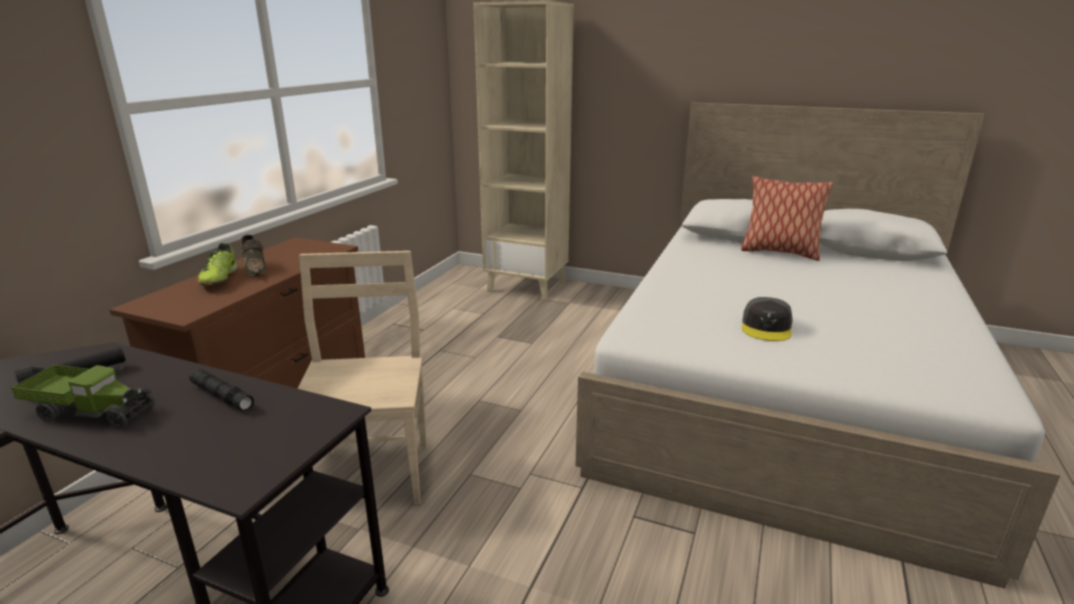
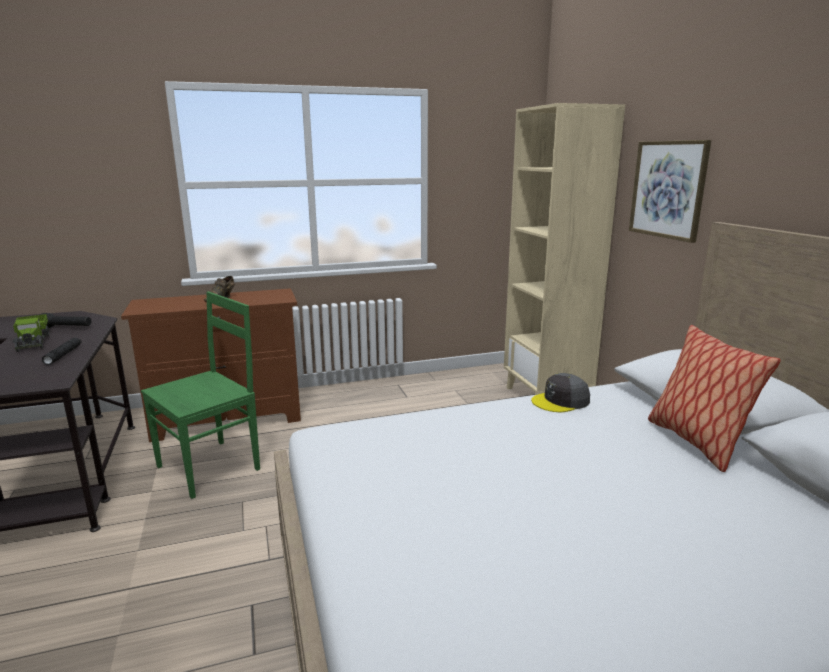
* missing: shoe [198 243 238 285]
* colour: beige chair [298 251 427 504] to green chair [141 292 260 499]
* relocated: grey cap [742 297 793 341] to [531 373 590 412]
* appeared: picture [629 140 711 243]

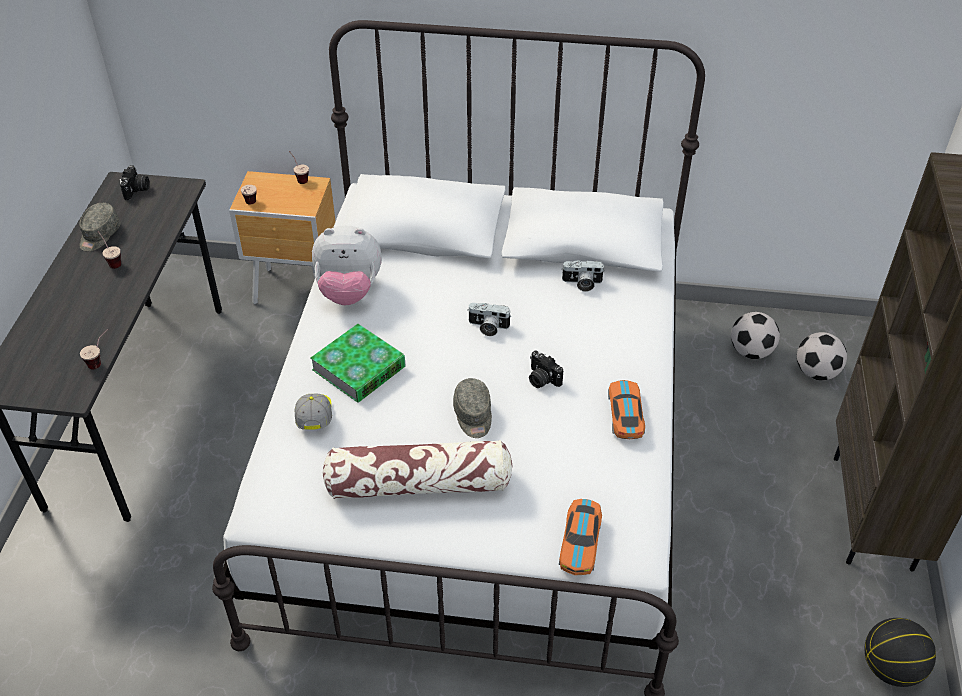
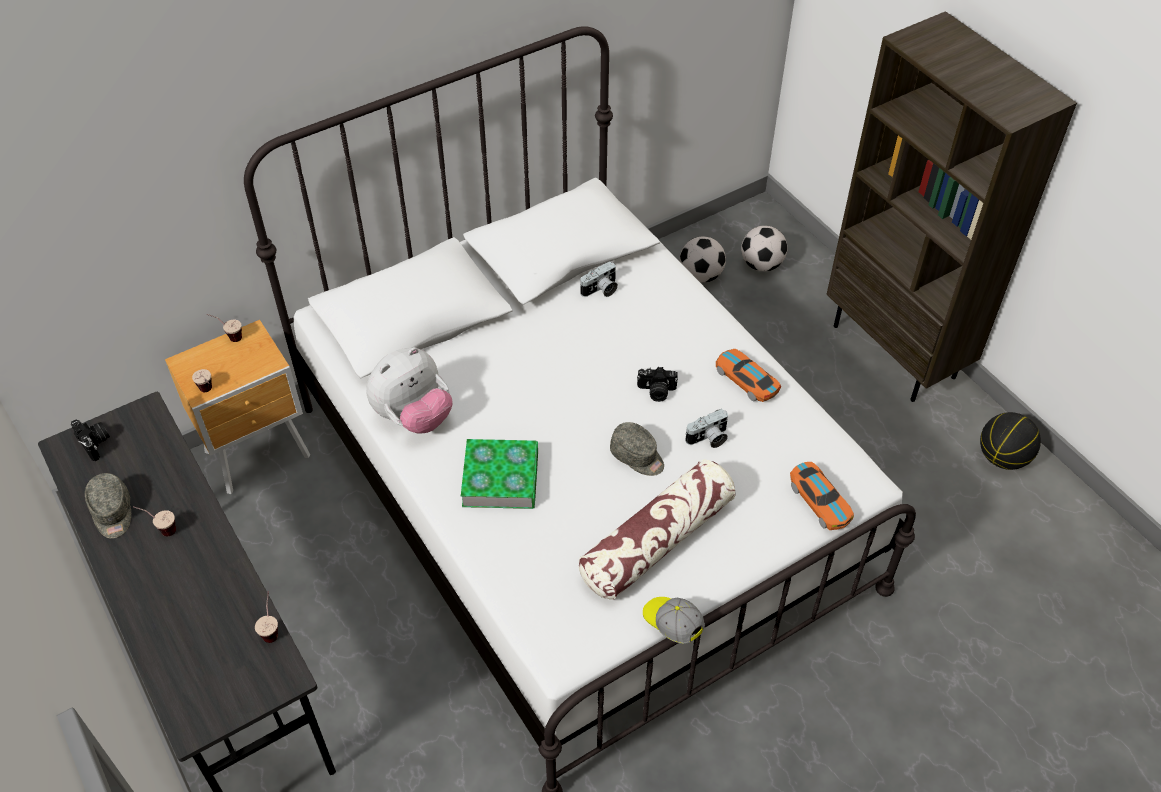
* relocated: photo camera [467 303 512 336] to [685 409 728 448]
* relocated: cap [295 393 332 430] to [643 597 705 644]

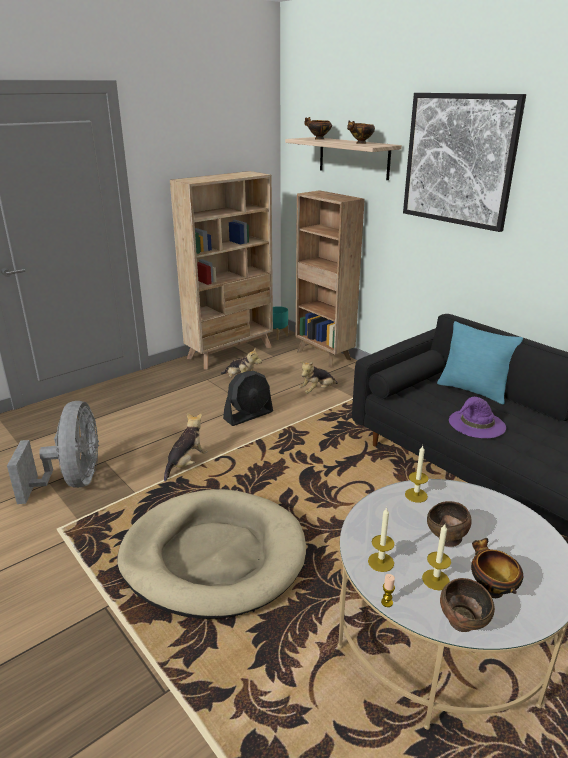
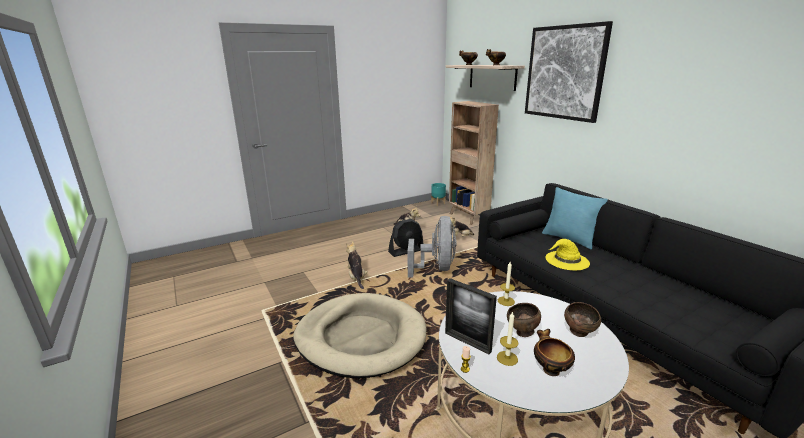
* missing: beige bookcase [170 171 273 370]
* colour: purple hat [449 397 506 438] to yellow hat [545 239 590 271]
* relocated: grey fan [7 401 99 504] to [408 216 456 278]
* spun: plush toy [164 413 208 481] = [346 241 368 289] 60 degrees counterclockwise
* exchanged: candle [368 507 394 572] to picture frame [445 278 497 354]
* relocated: brown bowl [440 578 495 632] to [564 302 601 337]

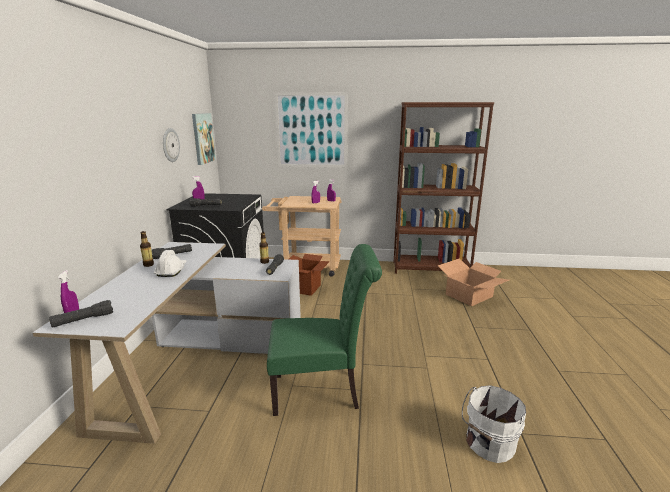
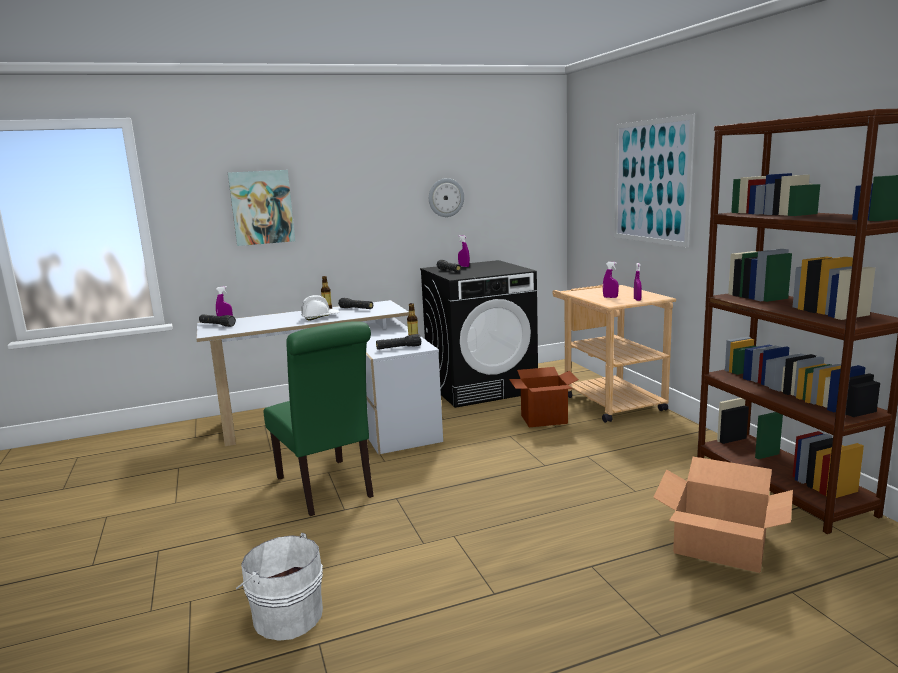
* relocated: picture [192 113 216 165] to [228 170 295 246]

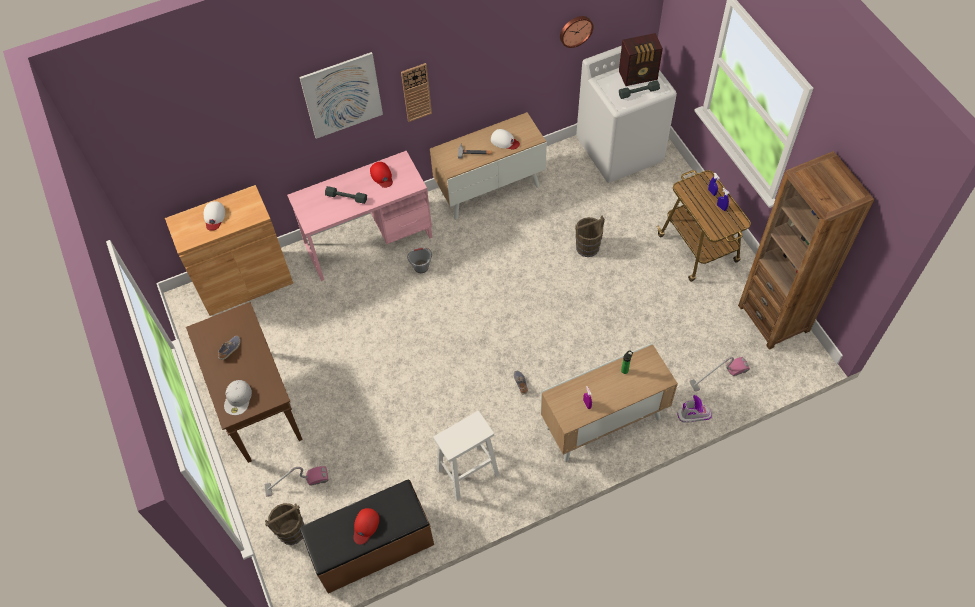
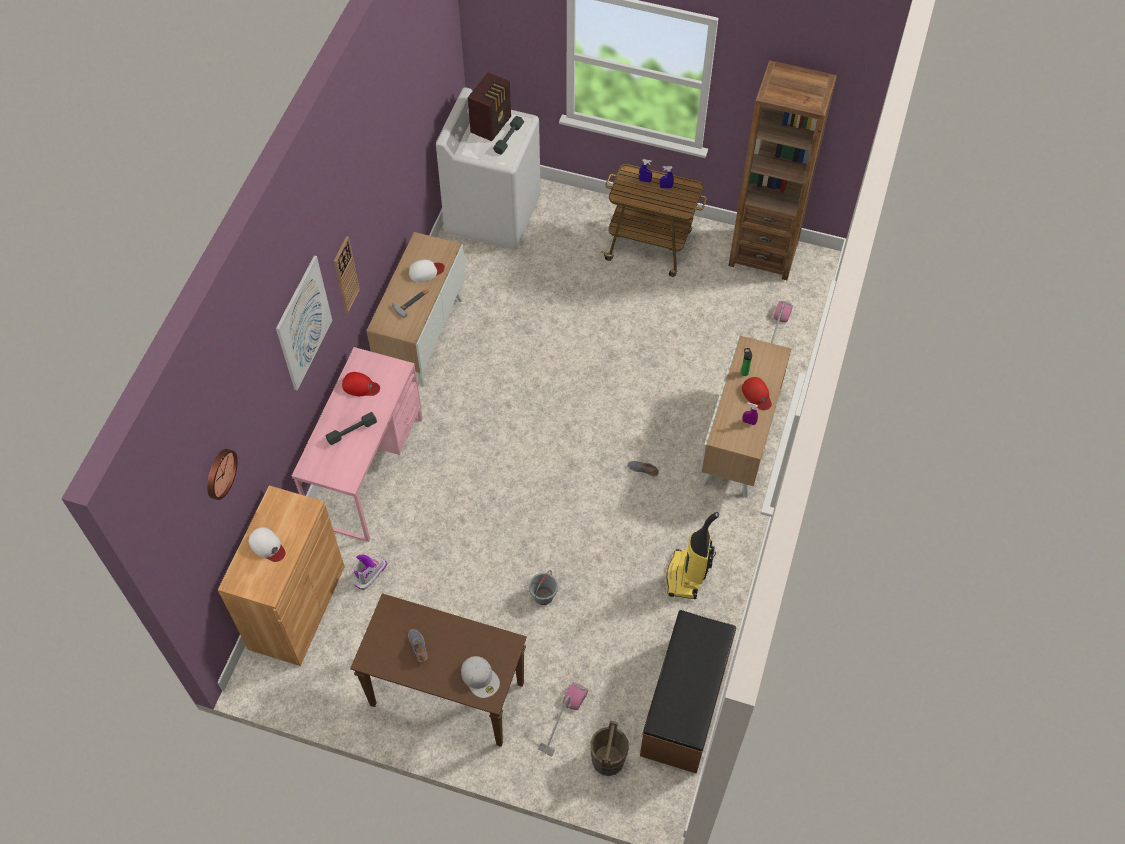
* relocated: wall clock [560 16 594 48] to [207 449 238 500]
* missing: brown bucket [575 216 605 257]
* relocated: grey bucket [407 247 432 273] to [529 570 558 605]
* relocated: boot [677 395 712 423] to [353 555 387 590]
* exchanged: white stool [433 411 499 500] to vacuum cleaner [667 512 719 599]
* relocated: red cap [353 508 379 544] to [742 377 772 410]

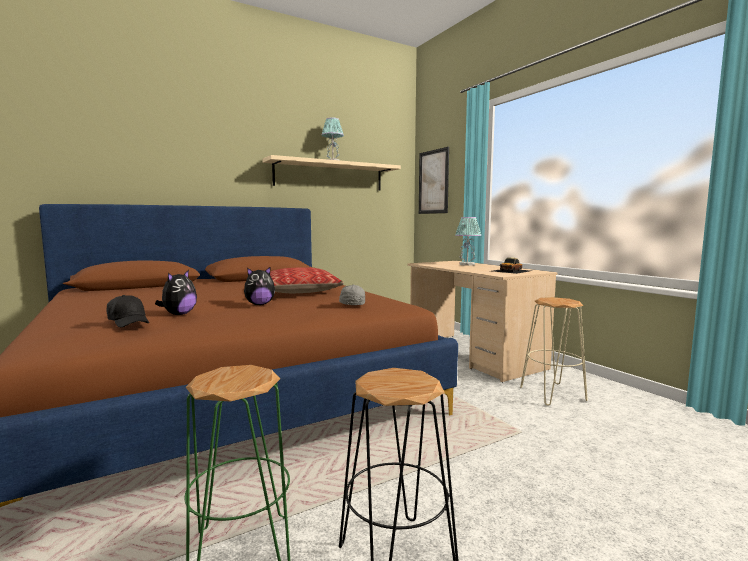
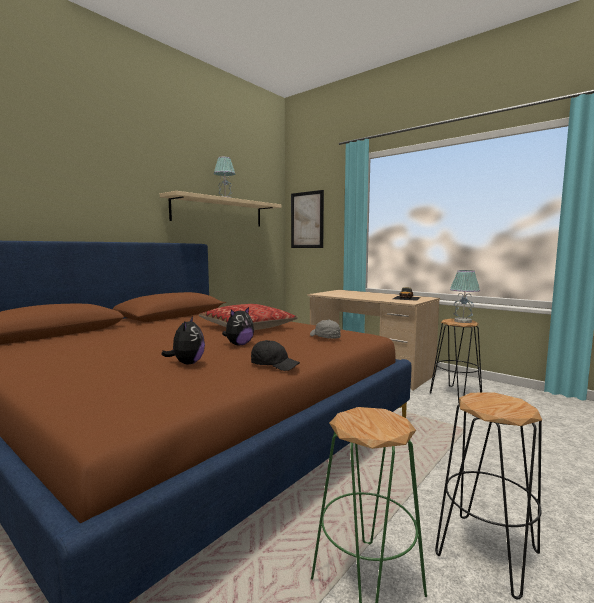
* relocated: table lamp [455 217 481 266] to [450 270 480 323]
* relocated: black cap [106 295 149 327] to [251 340 300 371]
* colour: beige stool [520 297 588 406] to black stool [430 319 482 404]

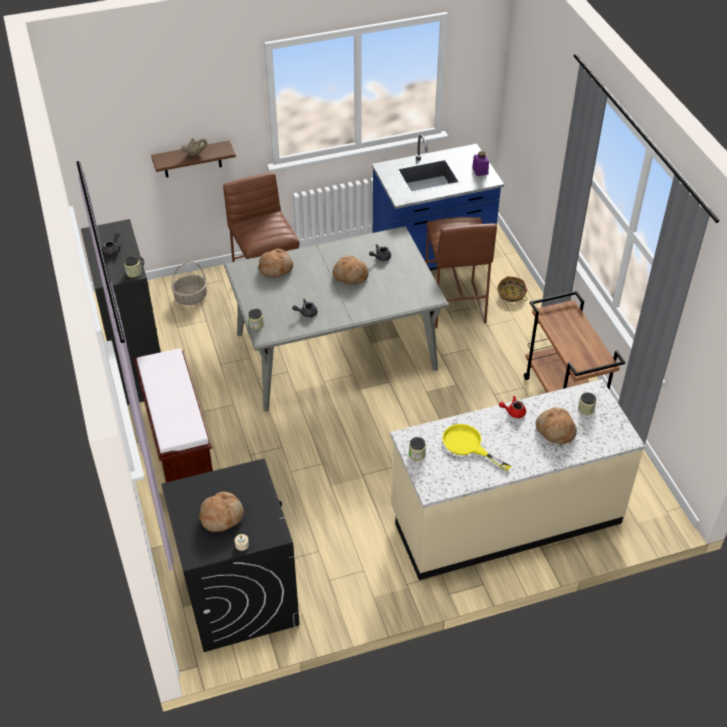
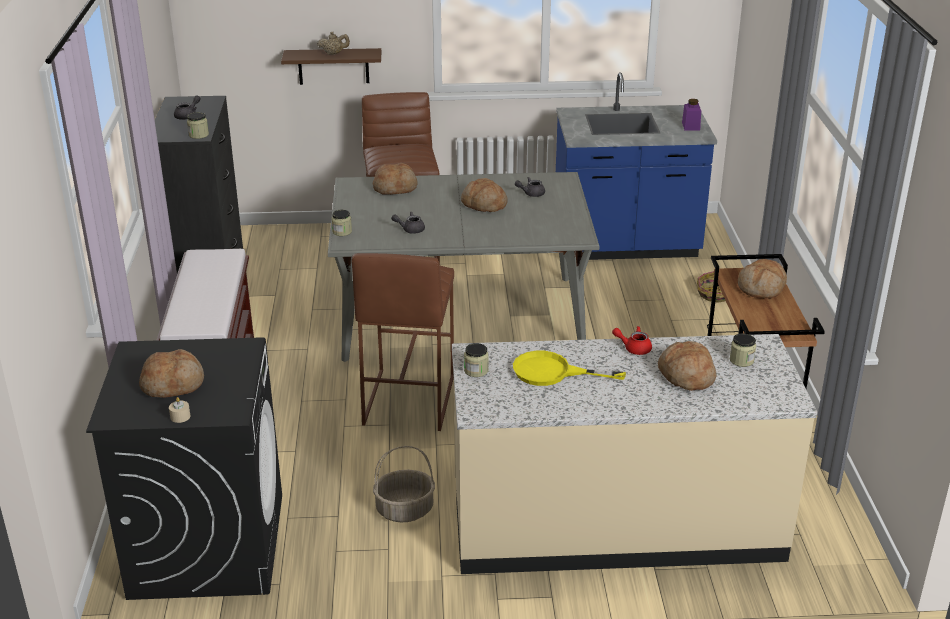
* relocated: brown stool [426 217 497 328] to [352 253 454 431]
* relocated: basket [171 262 207 305] to [373 446 435 523]
* spun: yellow frying pan [442 424 511 471] = [513 351 626 386] 45 degrees counterclockwise
* appeared: bread [738 259 787 299]

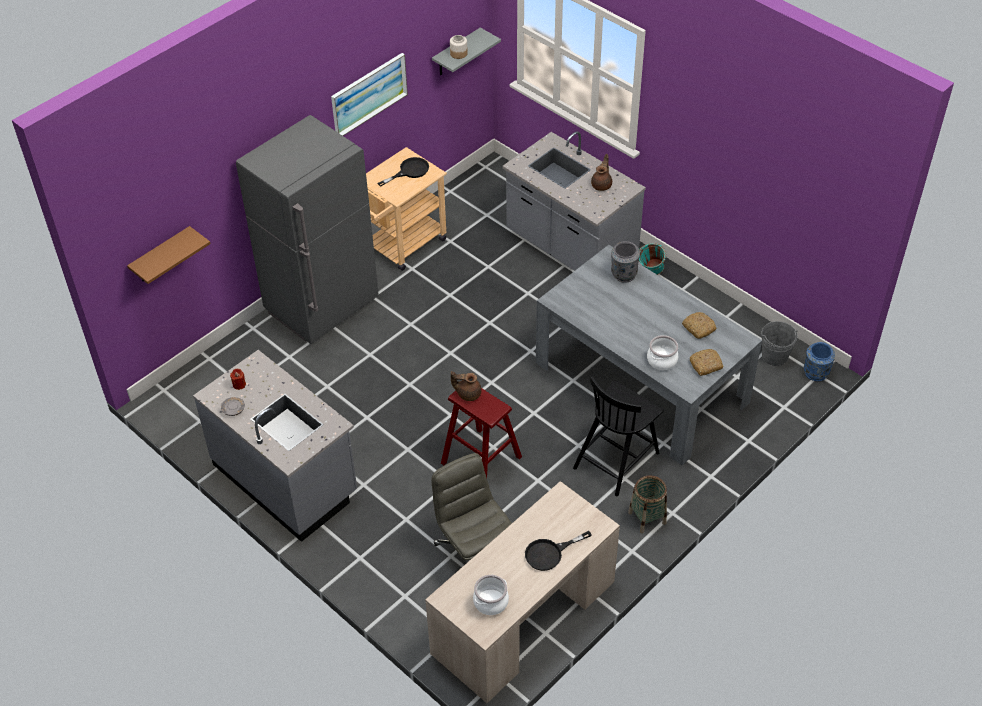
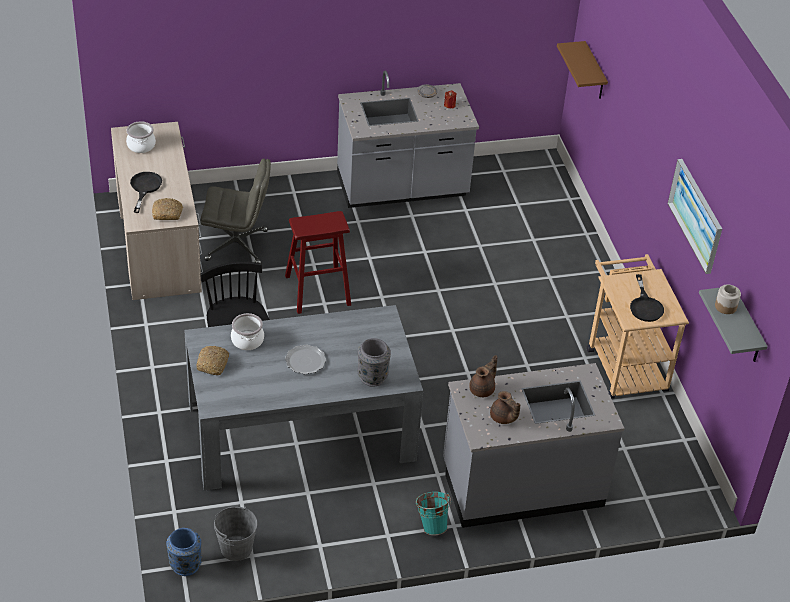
* missing: grey fridge [236 115 379 344]
* relocated: bread [682 312 717 339] to [152 198 183 220]
* relocated: brown teapot [451 371 482 401] to [469 355 497 397]
* missing: basket [628 476 667 533]
* appeared: plate [285 345 326 374]

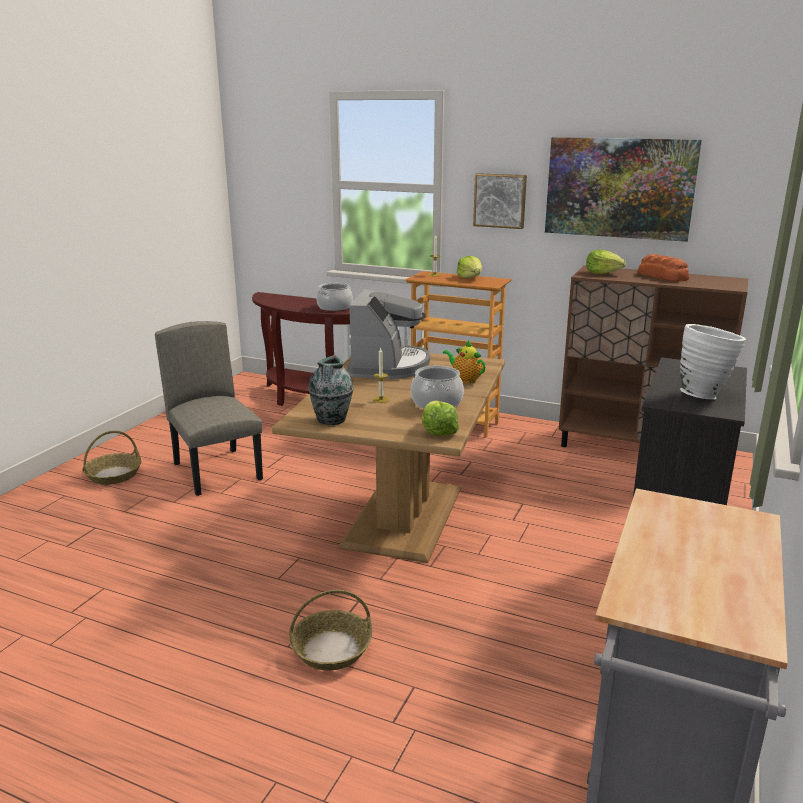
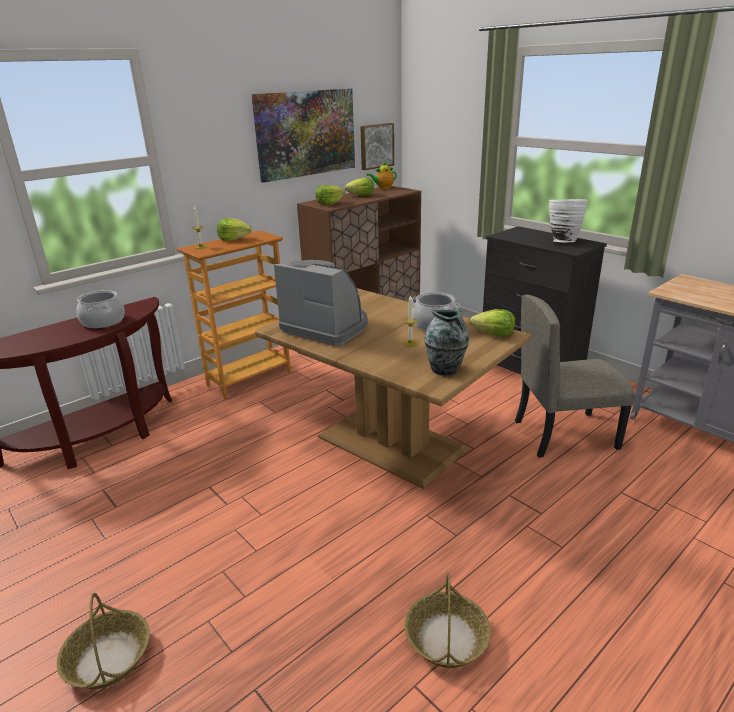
* relocated: picture [473 173 527 229] to [360 123 394 170]
* exchanged: bread [638 254 689 282] to lettuce [344 178 374 196]
* relocated: beige chair [155 321 263 496] to [515 295 636 458]
* relocated: teapot [443 340 486 383] to [367 161 397 189]
* relocated: basket [289 590 372 670] to [405 572 491 668]

